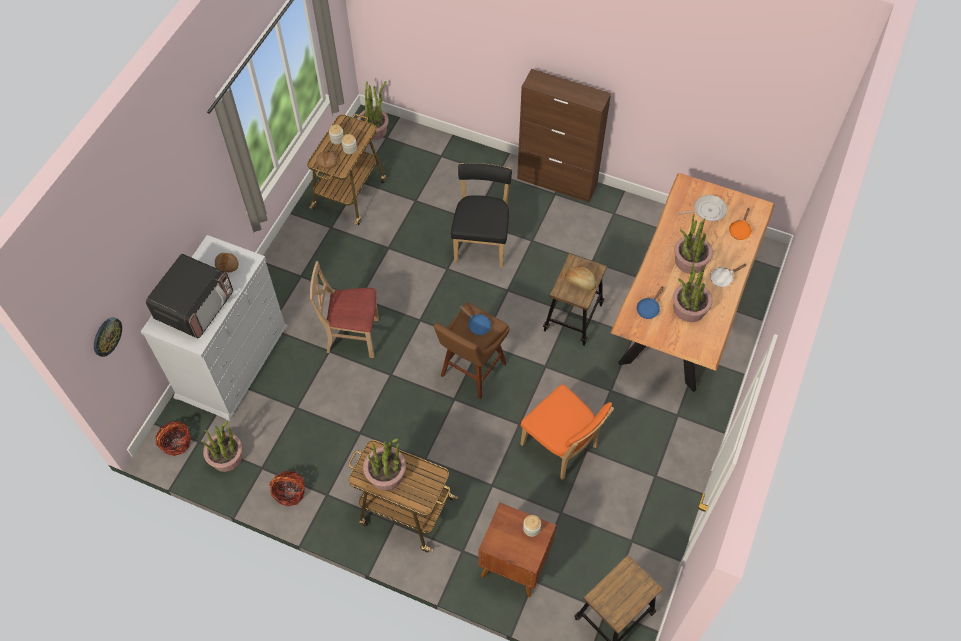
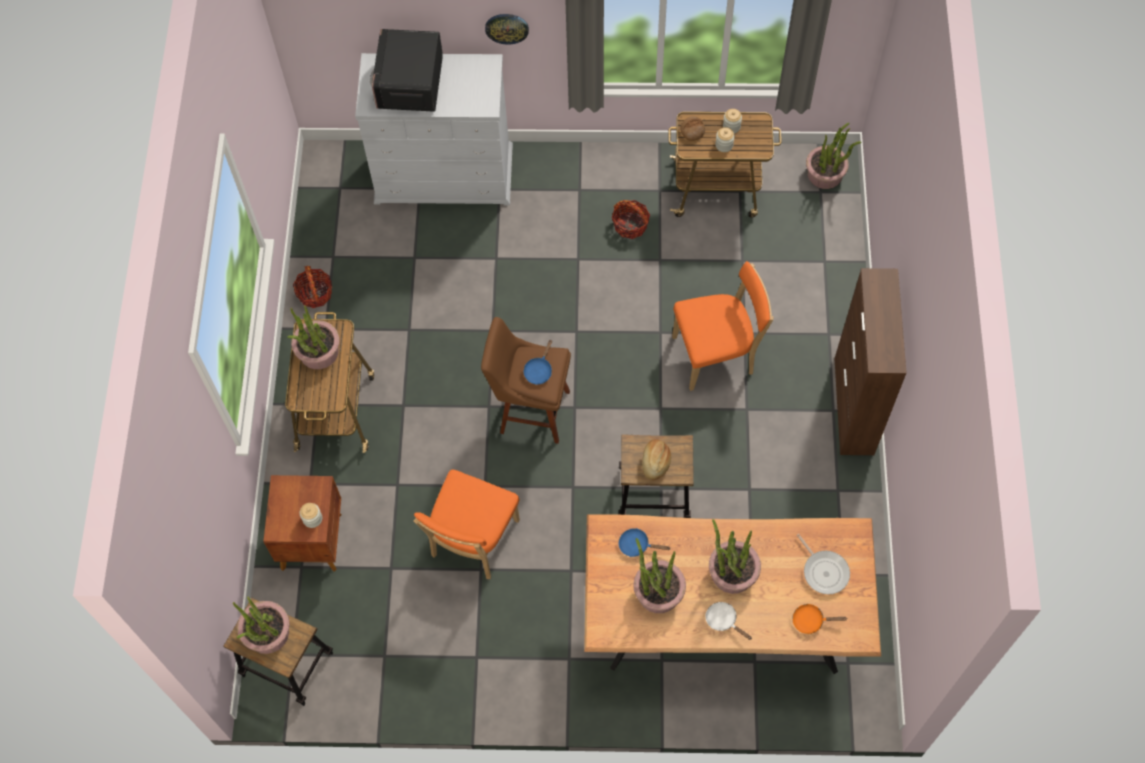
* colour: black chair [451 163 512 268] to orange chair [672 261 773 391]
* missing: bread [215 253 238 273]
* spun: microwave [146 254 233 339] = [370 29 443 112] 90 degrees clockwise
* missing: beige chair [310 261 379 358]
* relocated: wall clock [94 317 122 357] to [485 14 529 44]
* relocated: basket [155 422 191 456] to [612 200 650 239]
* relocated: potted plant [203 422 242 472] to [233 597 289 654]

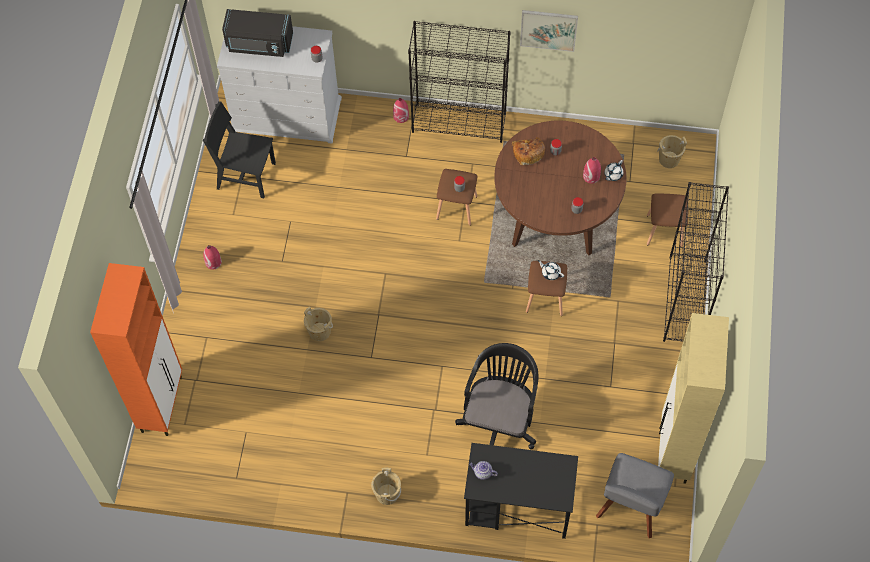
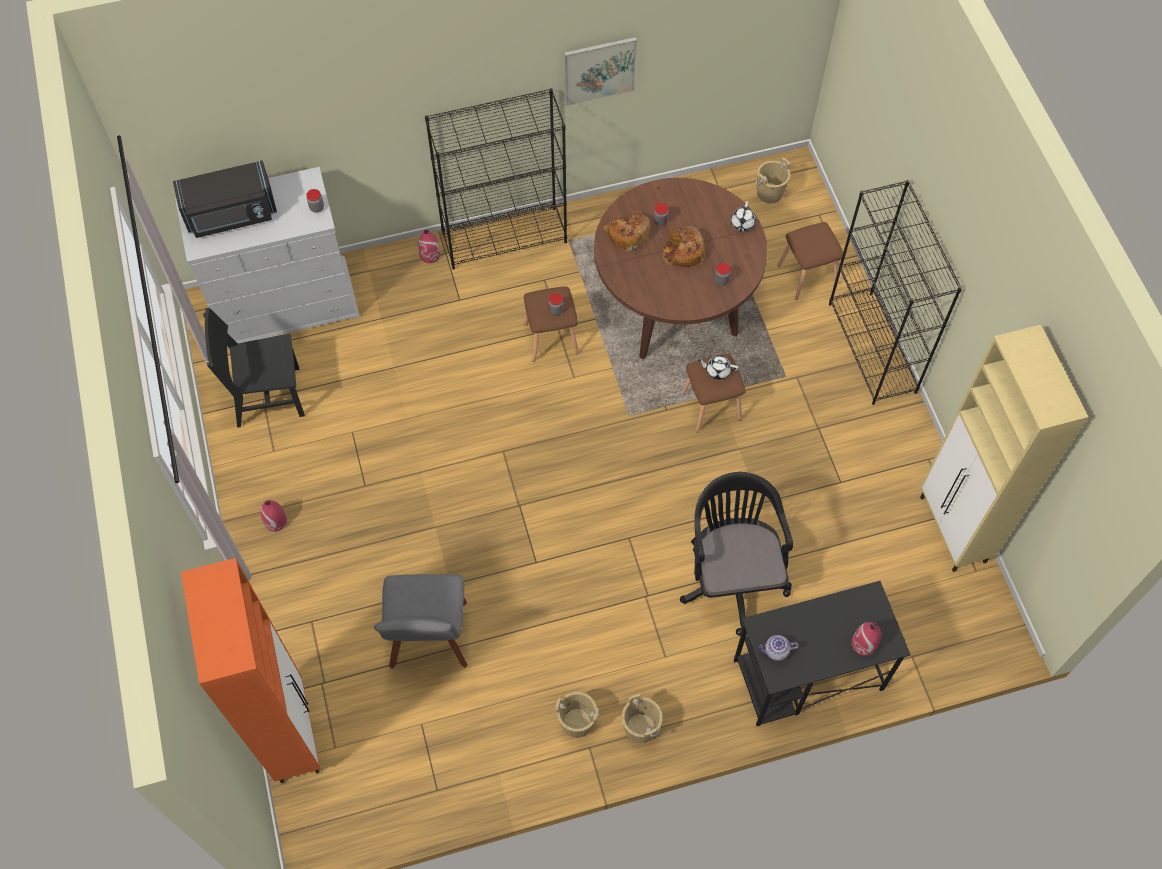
* relocated: red vase [583 157 601 184] to [851 622 881 656]
* relocated: beige bucket [304 307 333 341] to [555 692 600 738]
* relocated: grey chair [596 453 674 538] to [374 574 467 669]
* appeared: bread [663 226 705 267]

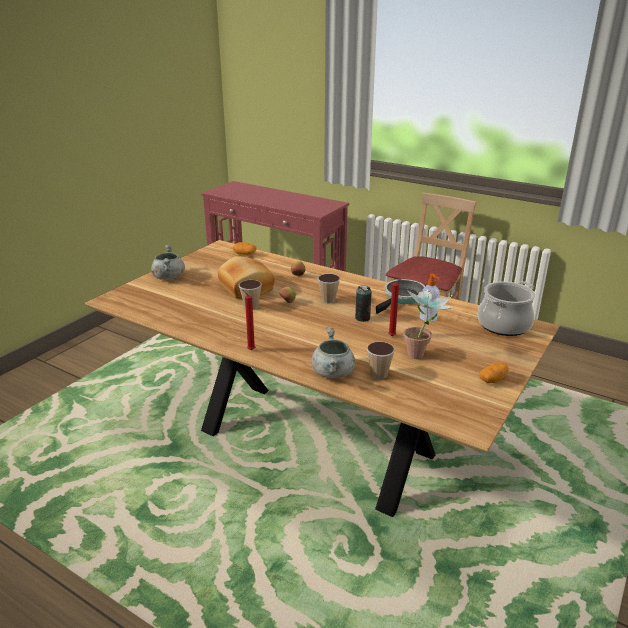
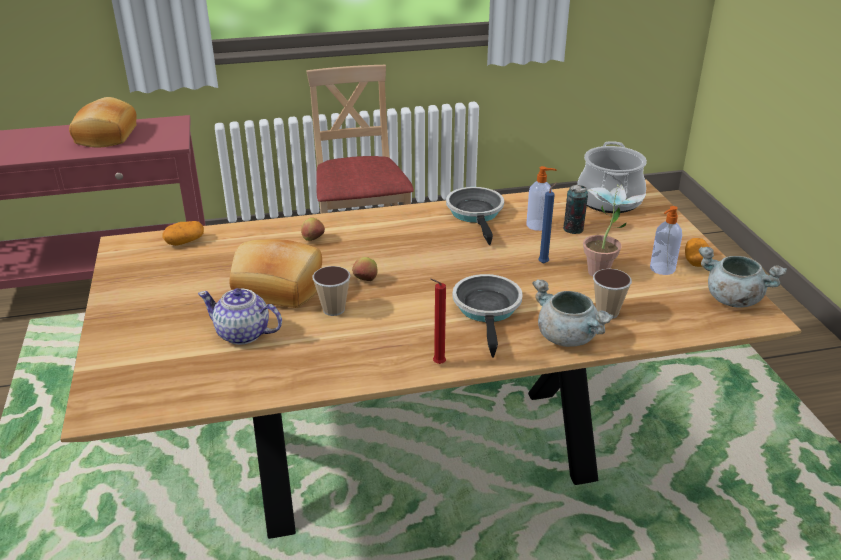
* relocated: grey cooking pot [151 245 185 280] to [698 247 787 308]
* missing: cup [318 274 340 303]
* colour: red candle [389 278 403 336] to blue candle [538 182 557 264]
* relocated: can [355 285 372 322] to [563 185 588 234]
* appeared: bread [69 97 137 148]
* appeared: soap dispenser [650 206 682 275]
* appeared: frying pan [452 274 523 357]
* appeared: teapot [198 288 282 345]

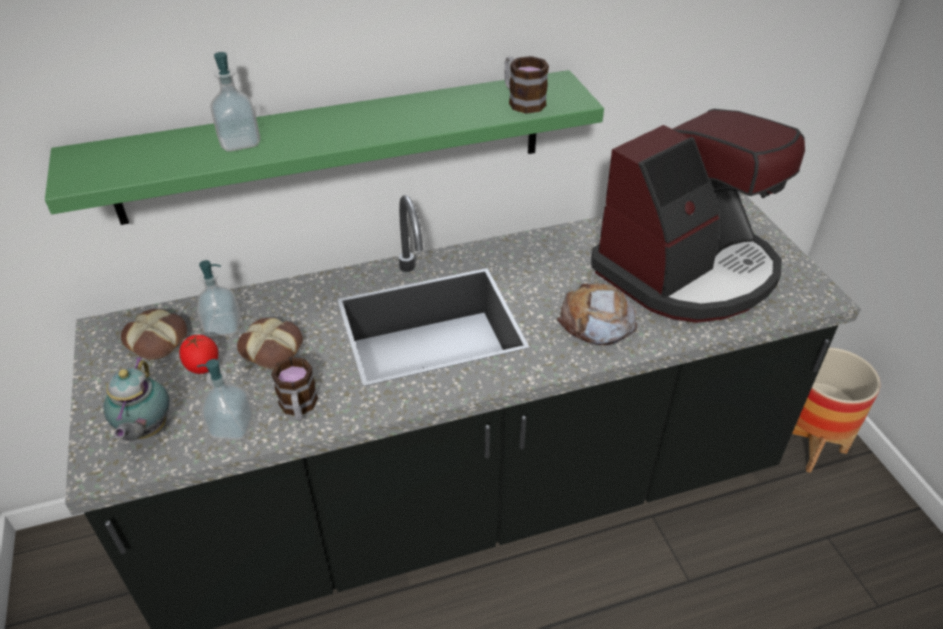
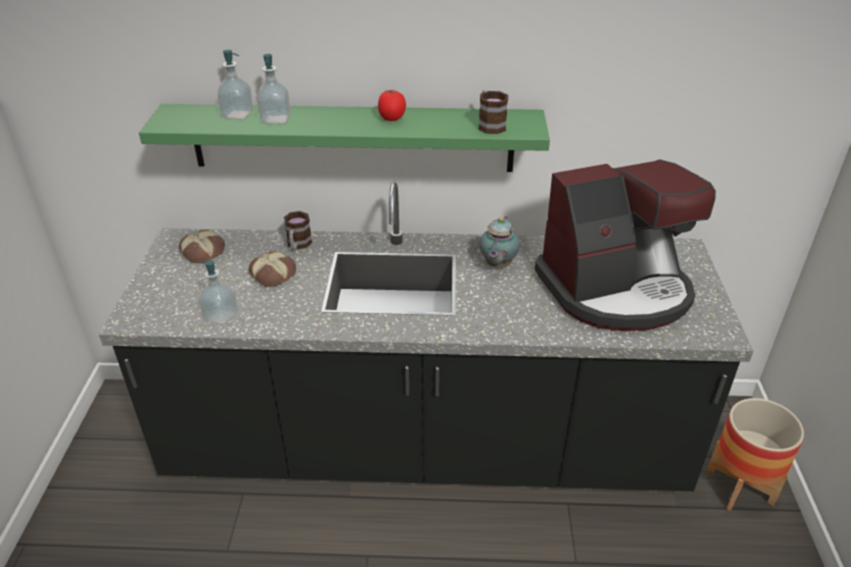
* relocated: soap dispenser [197 260 240 337] to [217 50 253 120]
* missing: bread [557 283 637 345]
* relocated: tomato [179 335 218 374] to [378 90 406 121]
* relocated: teapot [103 357 170 441] to [479 216 520 268]
* relocated: mug [271 357 318 421] to [284 211 312 250]

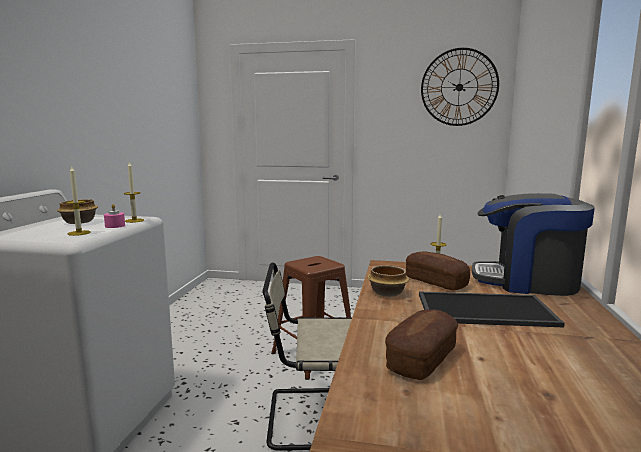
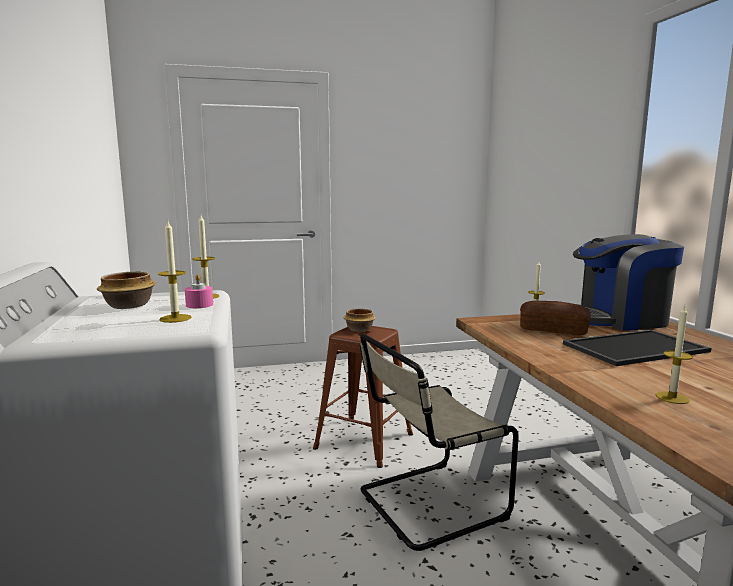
* missing: wall clock [421 48 499 126]
* relocated: bowl [367 265 409 297] to [343 308 376 332]
* exchanged: bread [385 309 458 380] to candle [656 304 693 404]

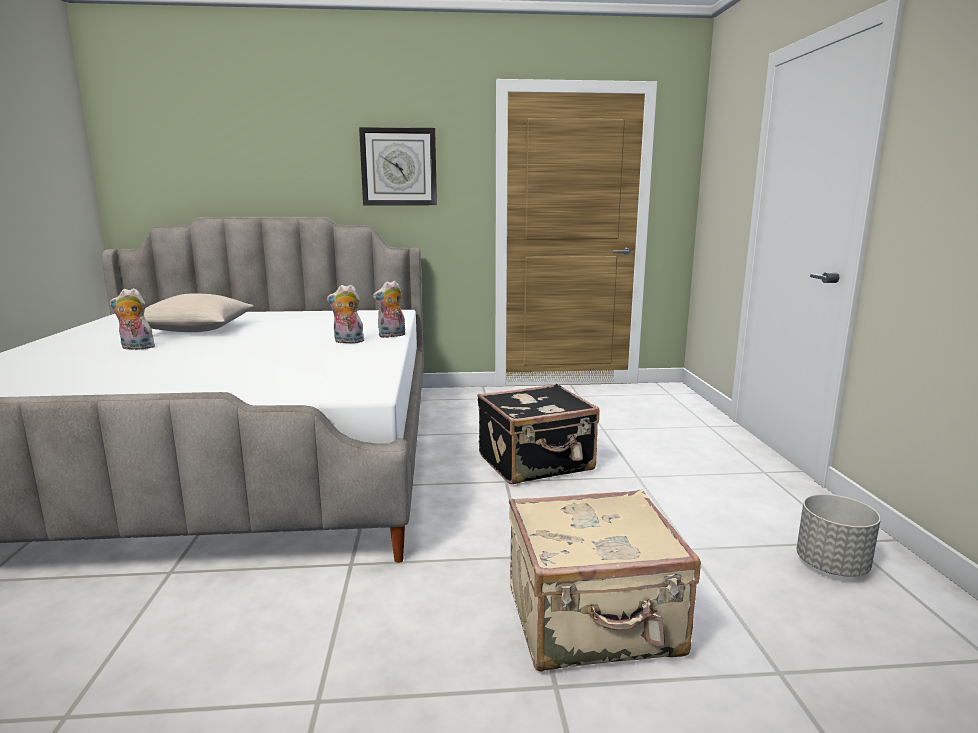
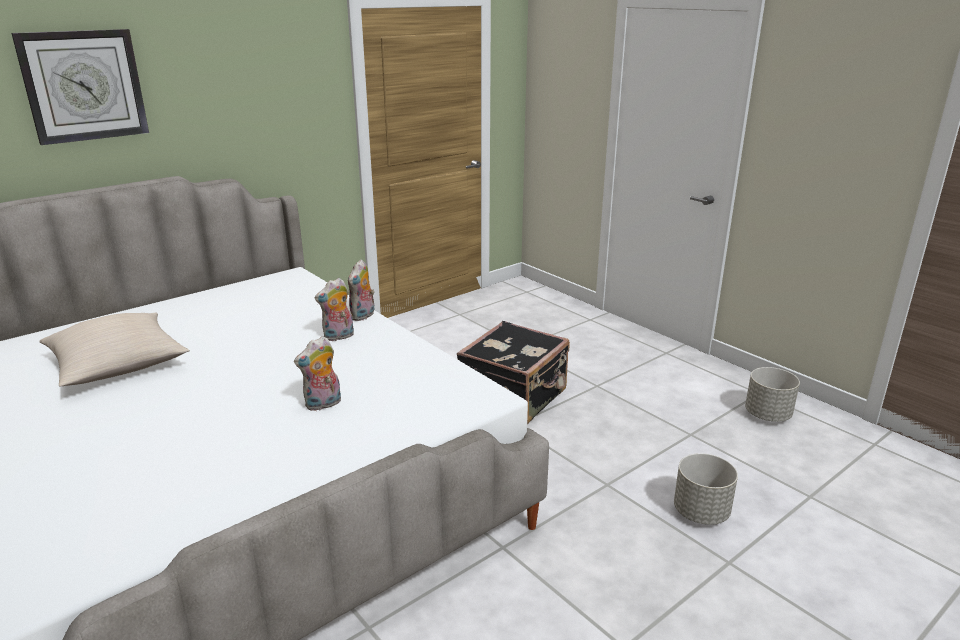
* relocated: wall clock [359 127 437 206] to [11 29 149 145]
* relocated: plush toy [110 288 157 350] to [294 336 341 411]
* exchanged: beige suitcase [509 489 701 671] to grey planter [674 453 738 525]

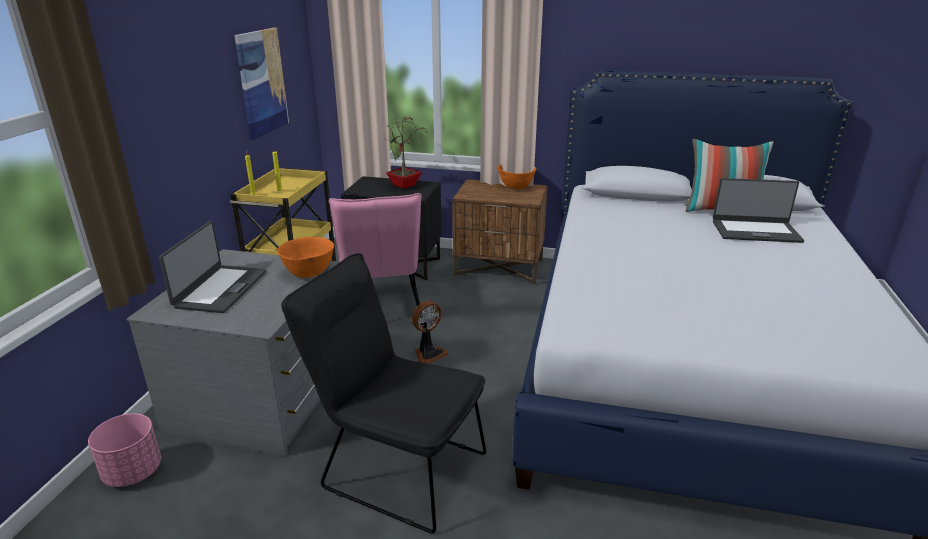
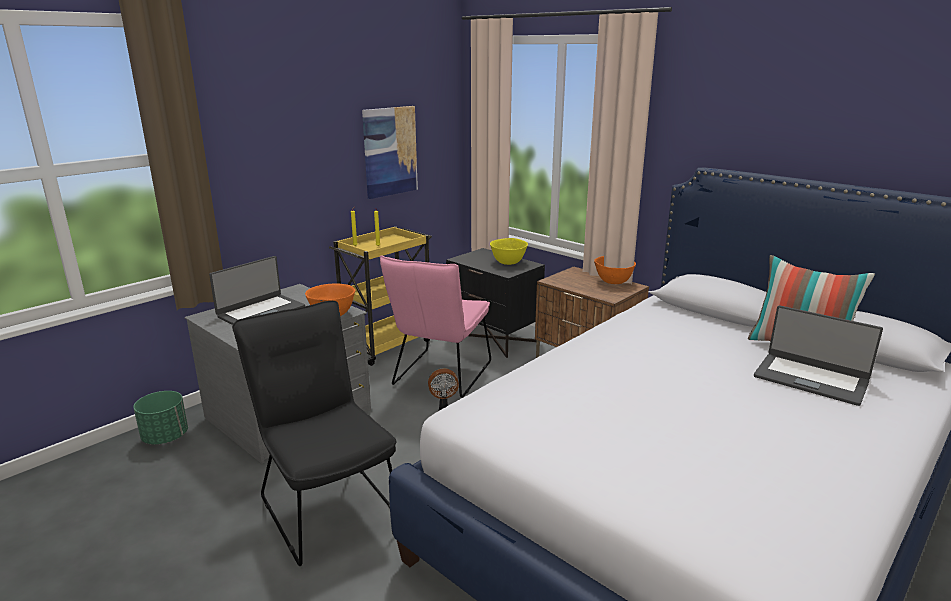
* exchanged: potted plant [386 115 427 189] to yellow bowl [490 238 528 265]
* colour: pink planter [88 413 161 487] to green planter [133 391 188 444]

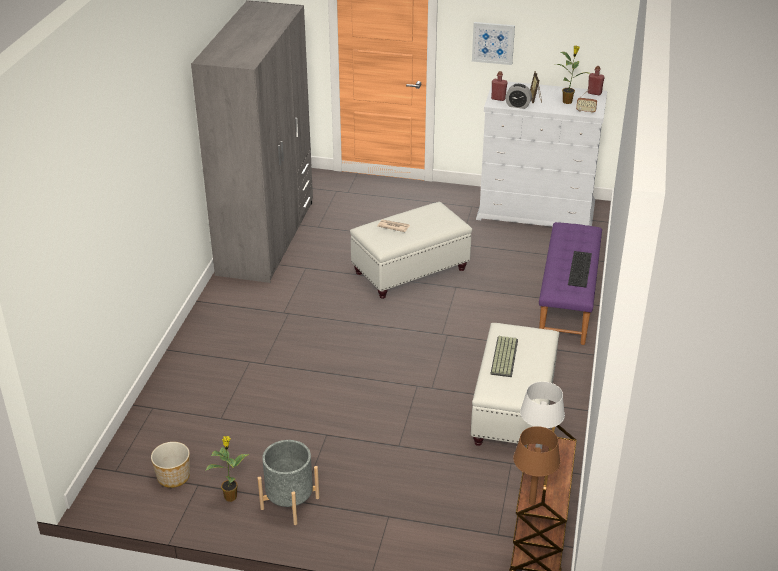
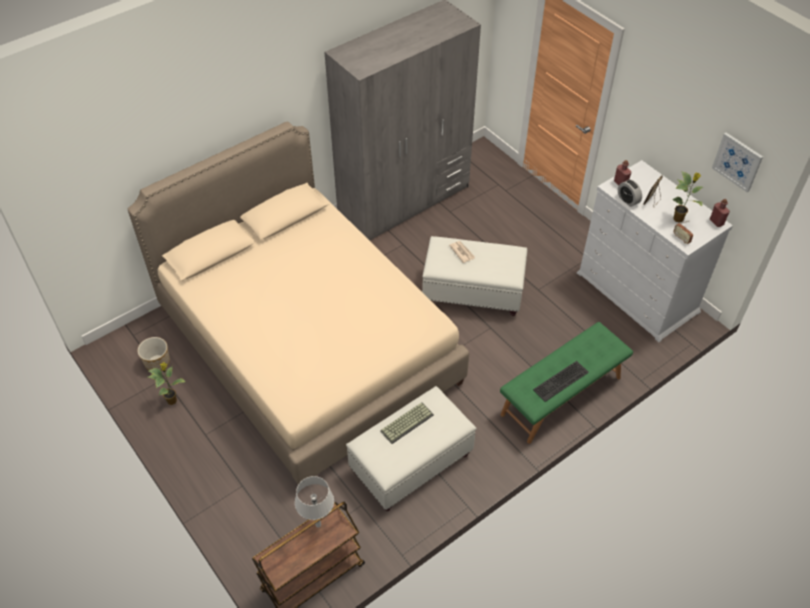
* relocated: picture [472 22 515 65] to [712 133 763 192]
* colour: purple bench [539 222 602 345] to green bench [500 322 633 444]
* missing: brown table lamp [513 426 560 505]
* missing: grey planter [258 440 319 525]
* appeared: beige bed [128 121 469 485]

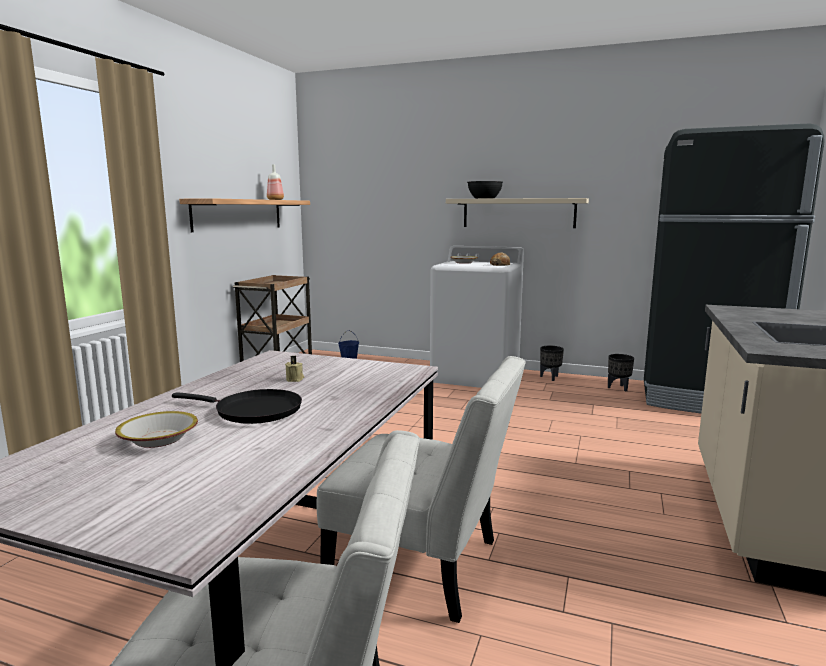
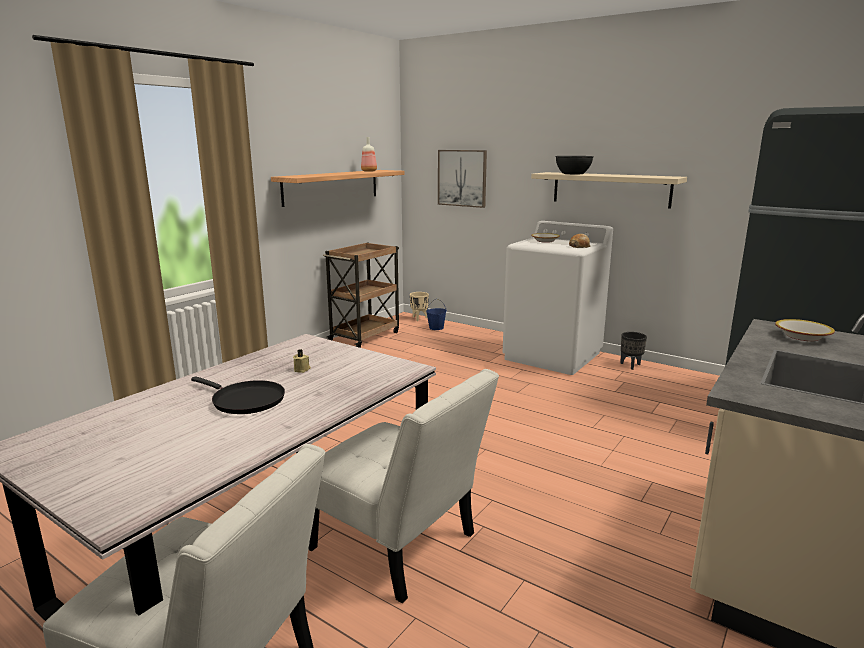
* missing: black planter [608 354 634 391]
* relocated: bowl [115 411 198 448] to [775 319 835 341]
* appeared: picture [438 150 487 208]
* appeared: beige planter [410 292 429 321]

